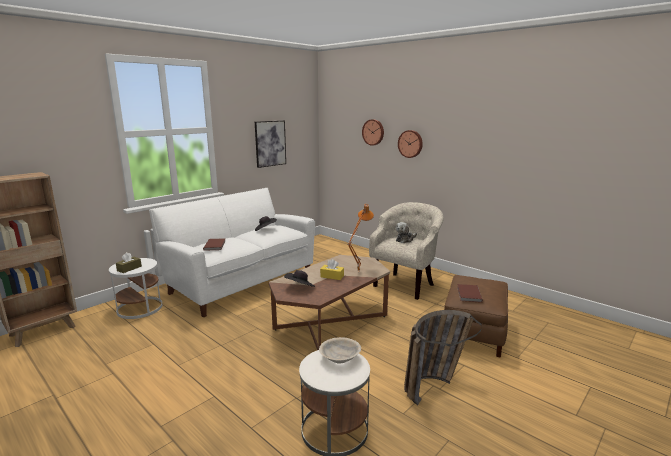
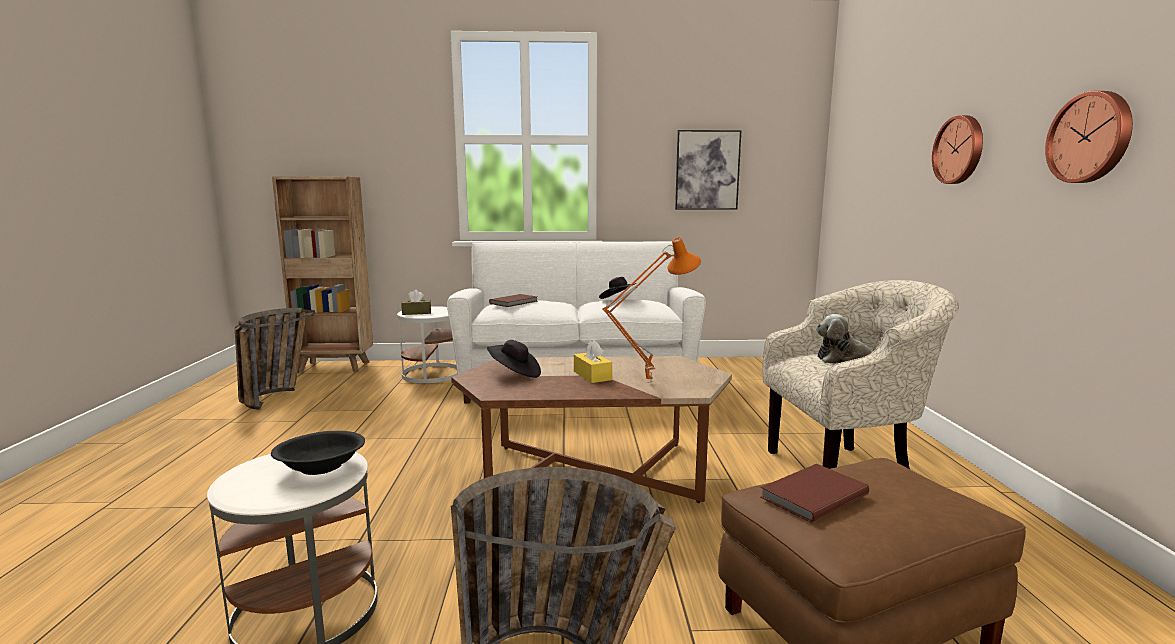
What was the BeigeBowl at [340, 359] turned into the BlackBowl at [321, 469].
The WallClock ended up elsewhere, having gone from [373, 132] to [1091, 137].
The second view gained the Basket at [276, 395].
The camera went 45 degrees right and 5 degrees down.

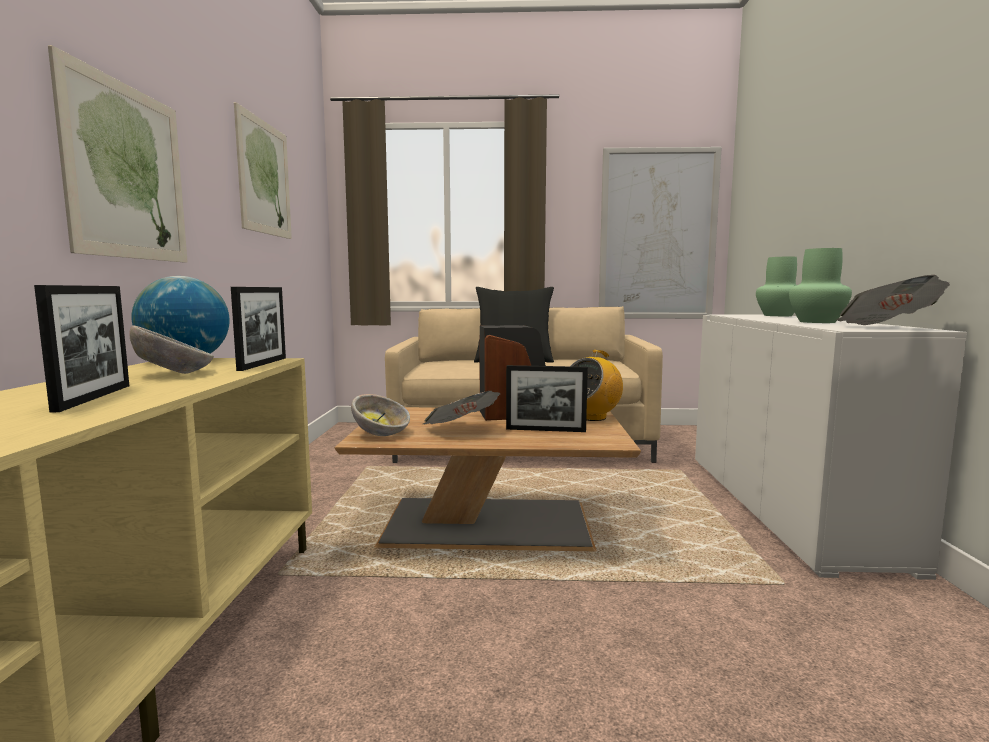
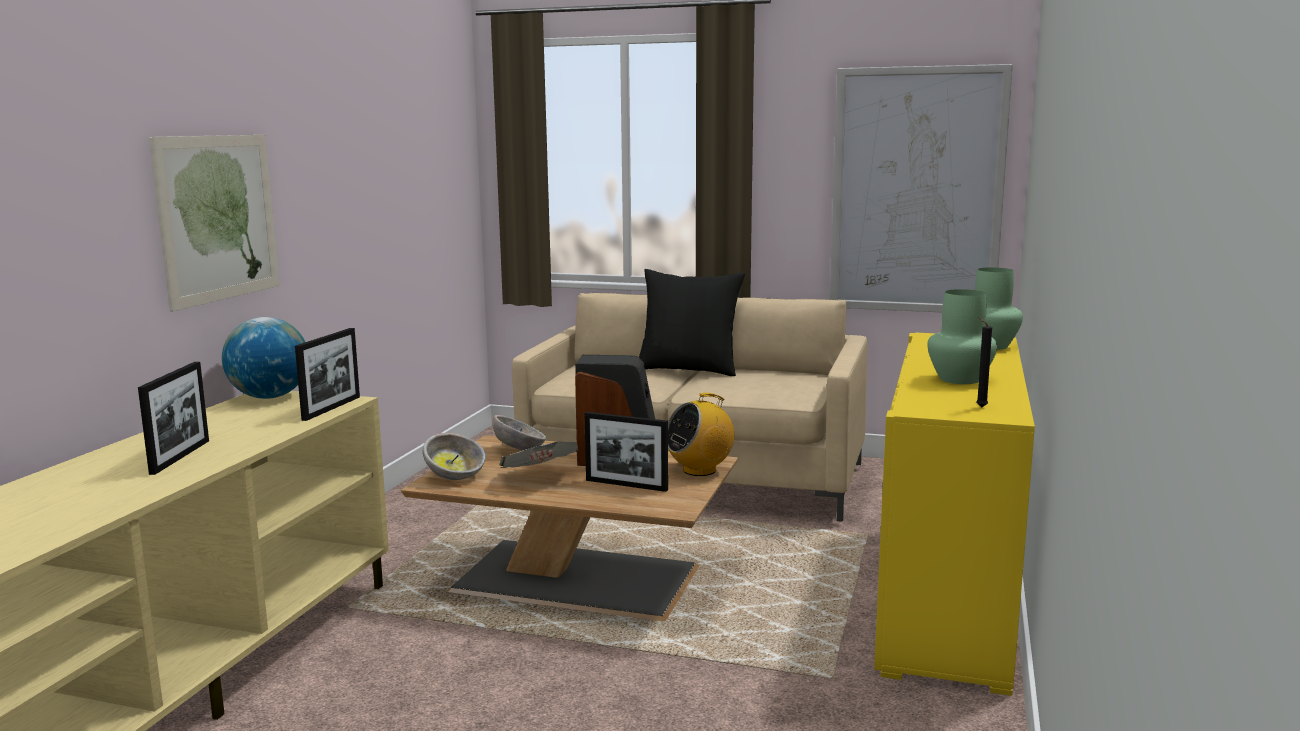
The Bowl ended up elsewhere, having gone from [175, 373] to [520, 450].
The second view lost the Picture at [264, 178].
What was the WhiteCabinet at [785, 506] turned into the YellowCabinet at [946, 596].
Where the Newspaper stood at [887, 327], the BlackCandle came to stand at [979, 407].
The camera went 15 degrees right and 5 degrees up.

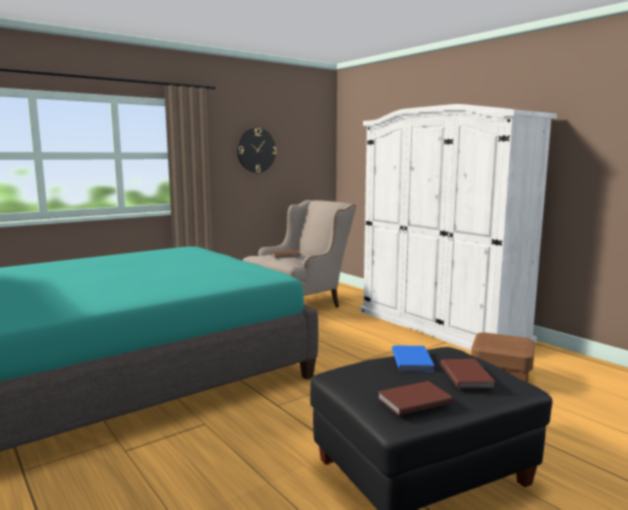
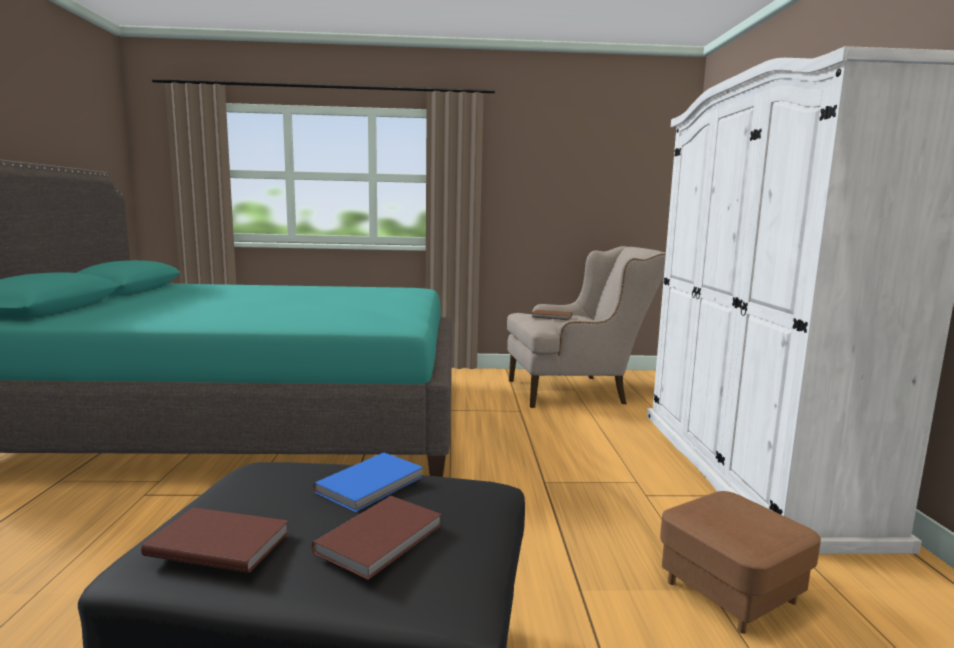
The second view lost the WallClock at [256, 150].
The camera went 35 degrees right and 0 degrees up.

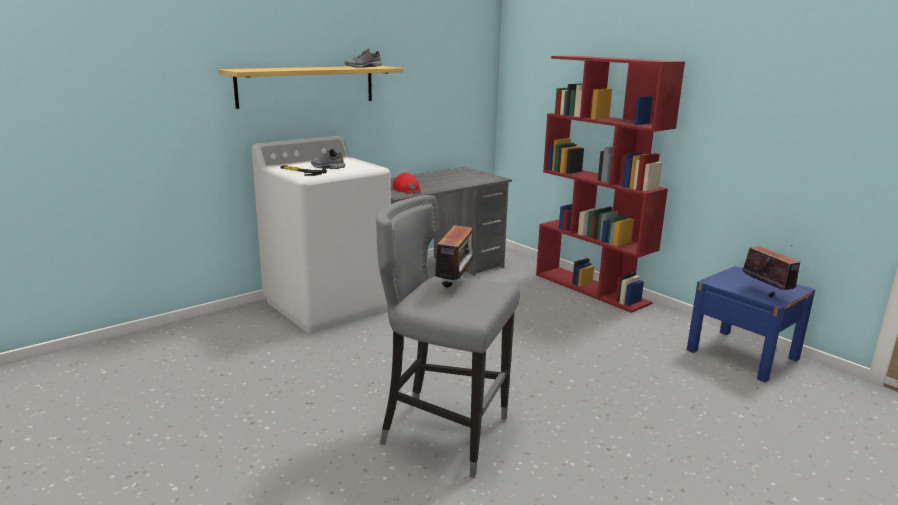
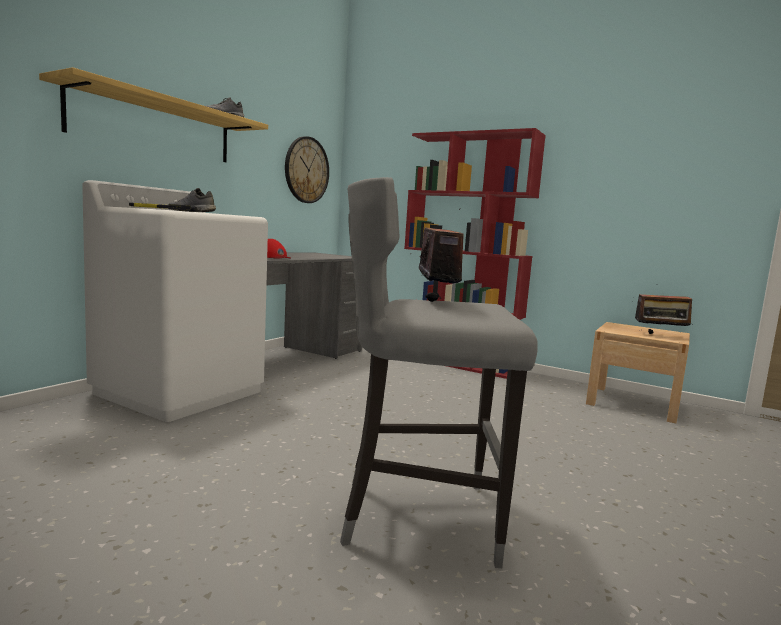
What was the BlueNightstand at [742, 354] turned into the BeigeNightstand at [633, 403].
The Radio at [766, 293] ended up facing another way, 150 degrees clockwise from before.
The second view gained the WallClock at [306, 170].
The camera went 20 degrees left and 10 degrees down.

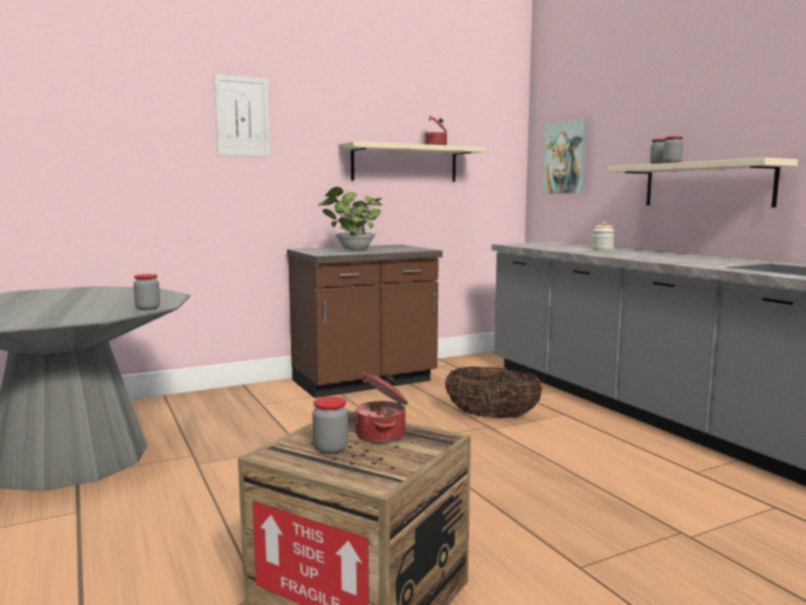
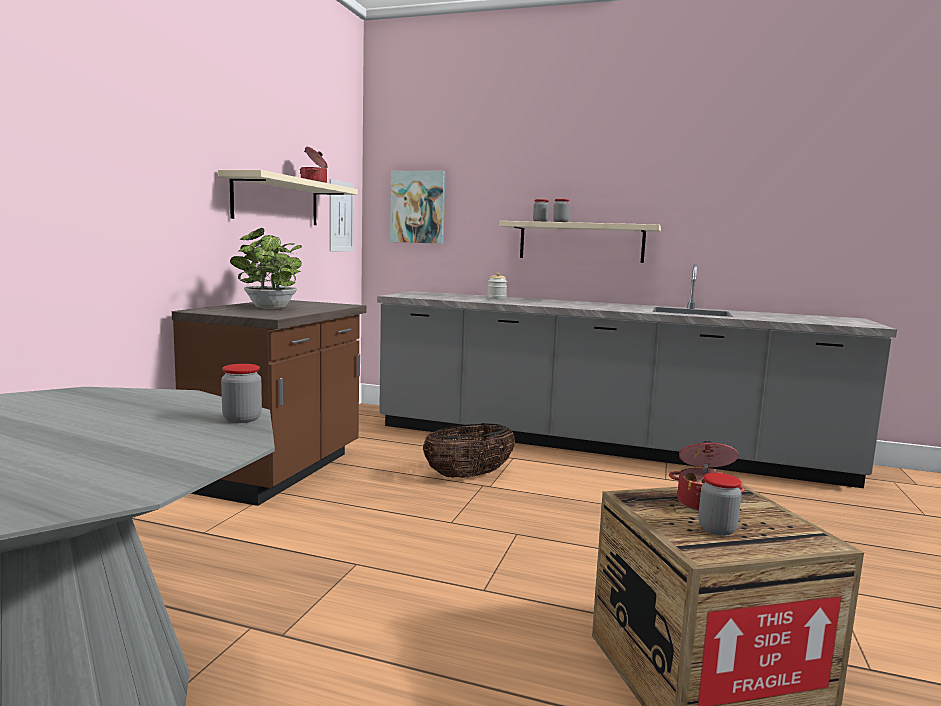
The Picture ended up elsewhere, having gone from [242, 116] to [341, 216].
The camera went 45 degrees left and 0 degrees up.

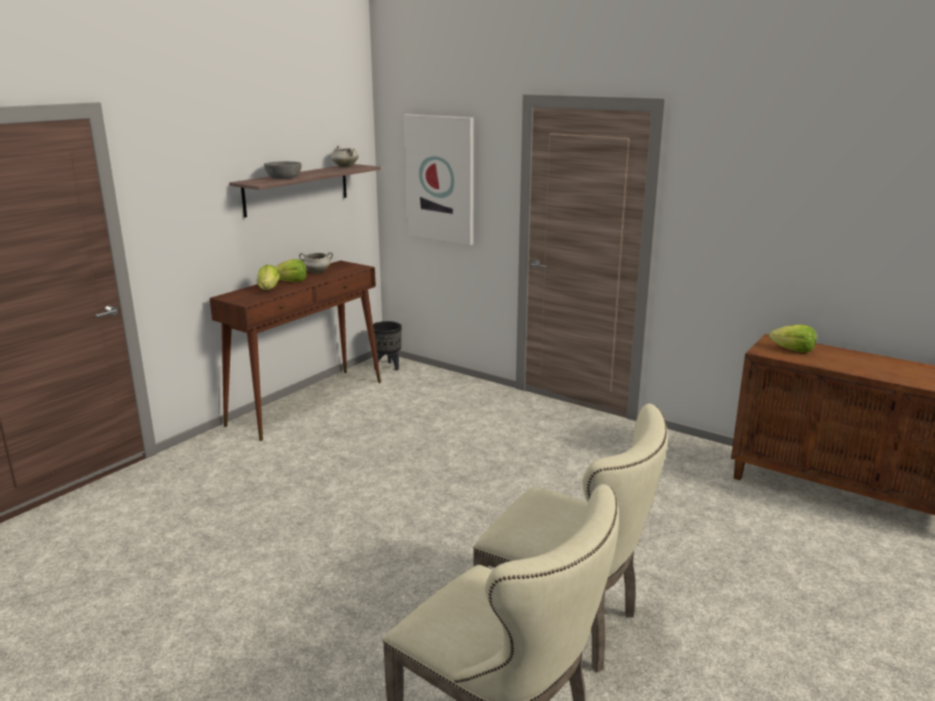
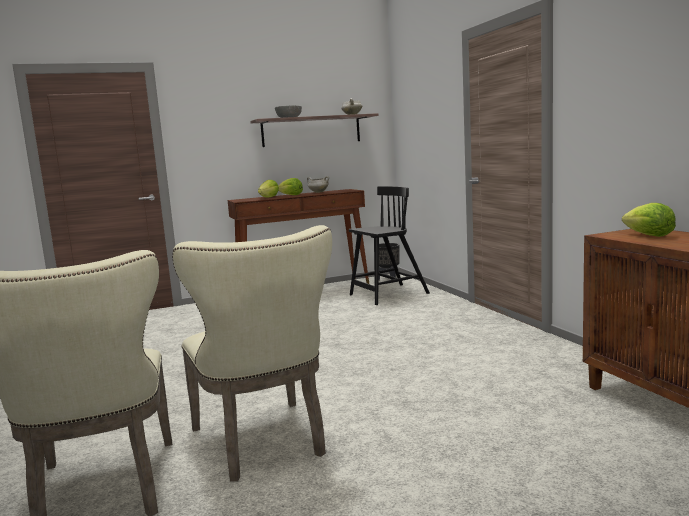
The second view lost the Picture at [440, 179].
The second view gained the BlackChair at [388, 294].
The camera went 35 degrees right and 10 degrees down.

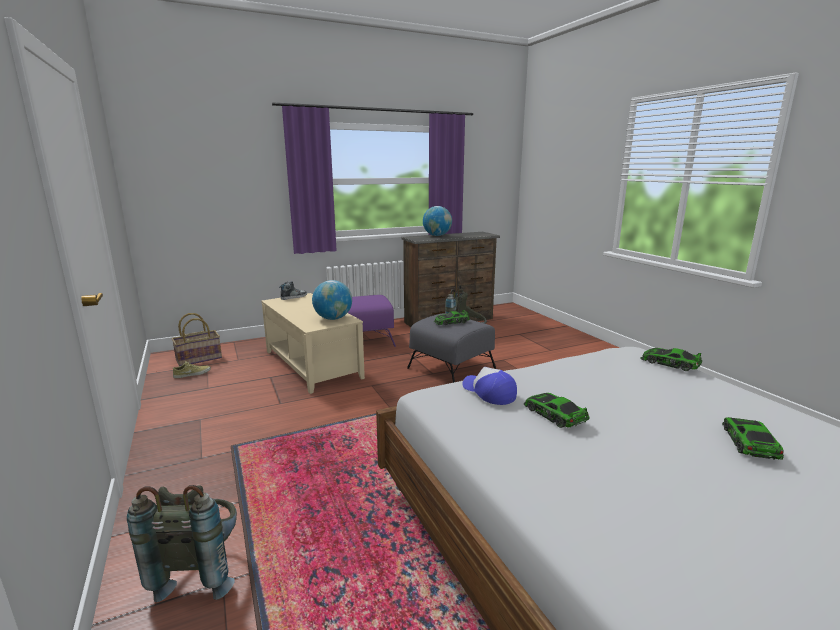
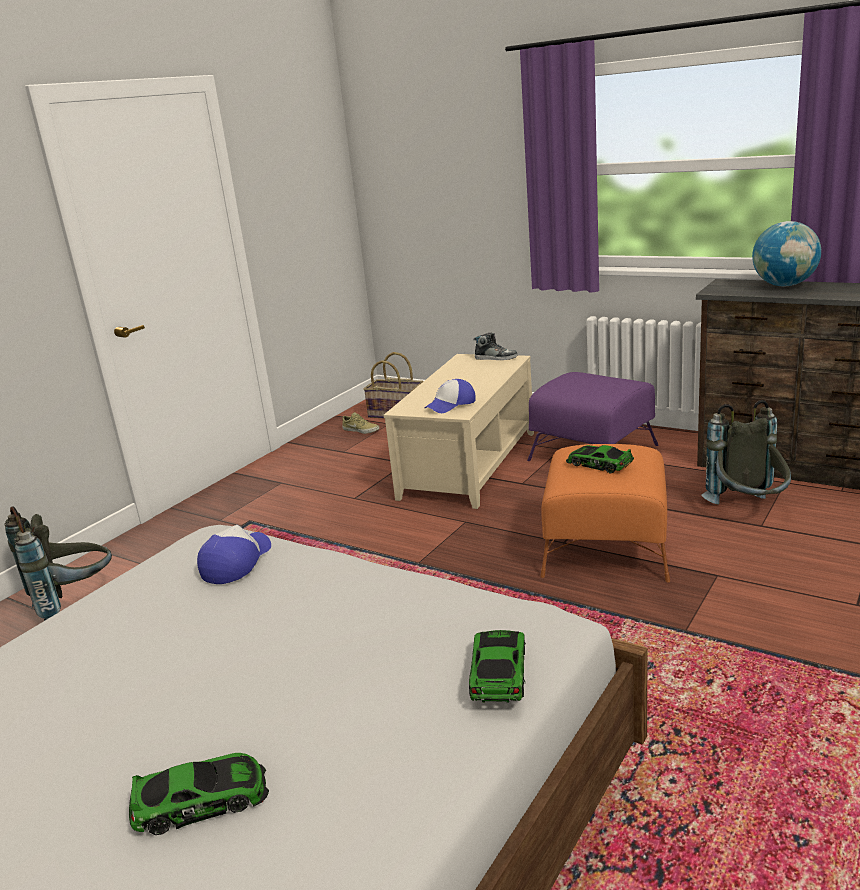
Where the Globe stood at [333, 318], the Cap came to stand at [451, 404].
What was the GreyOttoman at [451, 368] turned into the OrangeOttoman at [605, 548].
The second view lost the ToyCar at [554, 414].
The camera went 60 degrees right and 5 degrees up.

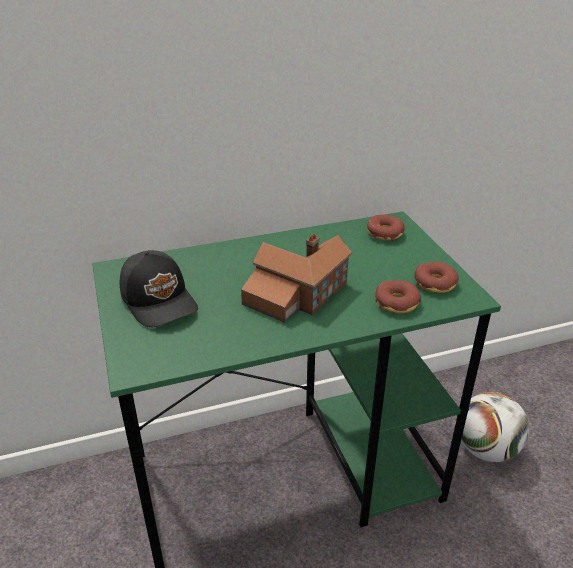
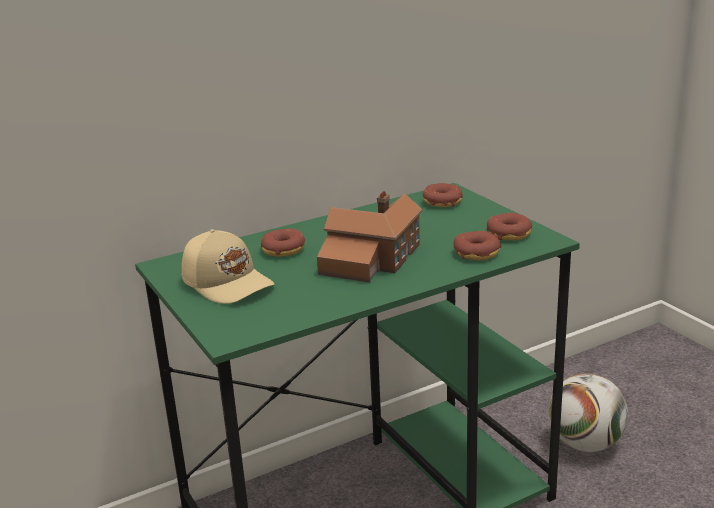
What was the BlackCap at [160, 300] turned into the BeigeCap at [228, 282].
The second view gained the Donut at [283, 250].
The camera went 10 degrees left and 10 degrees down.

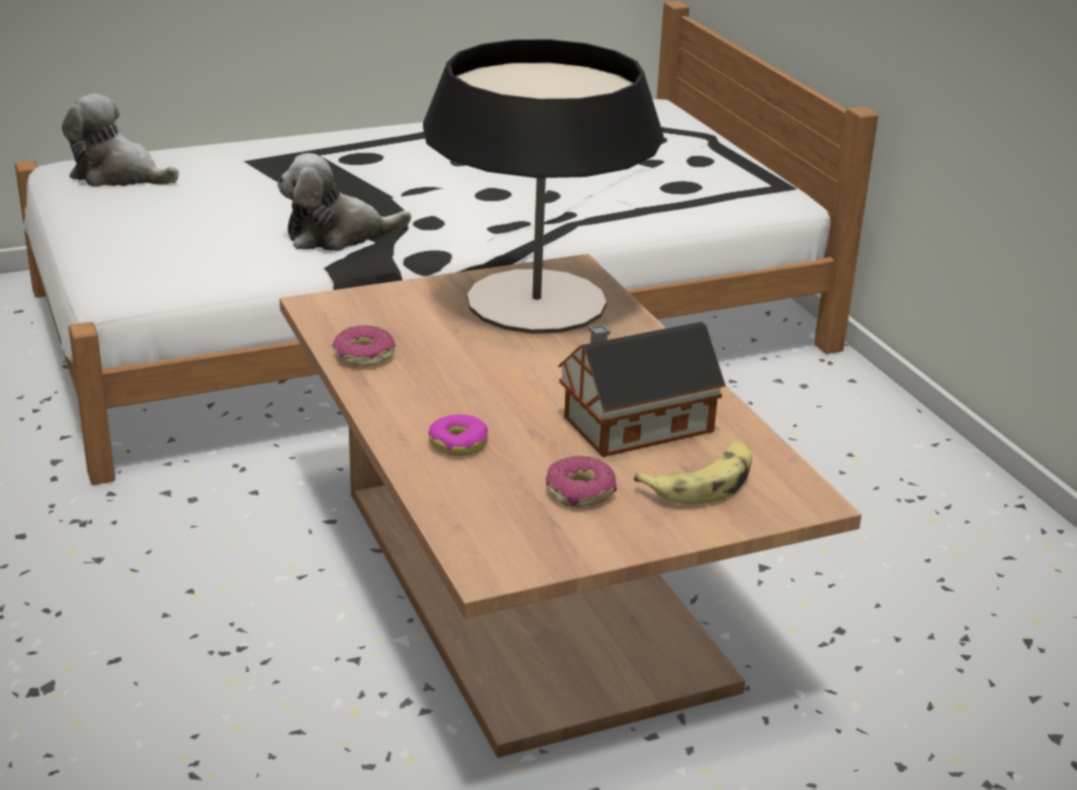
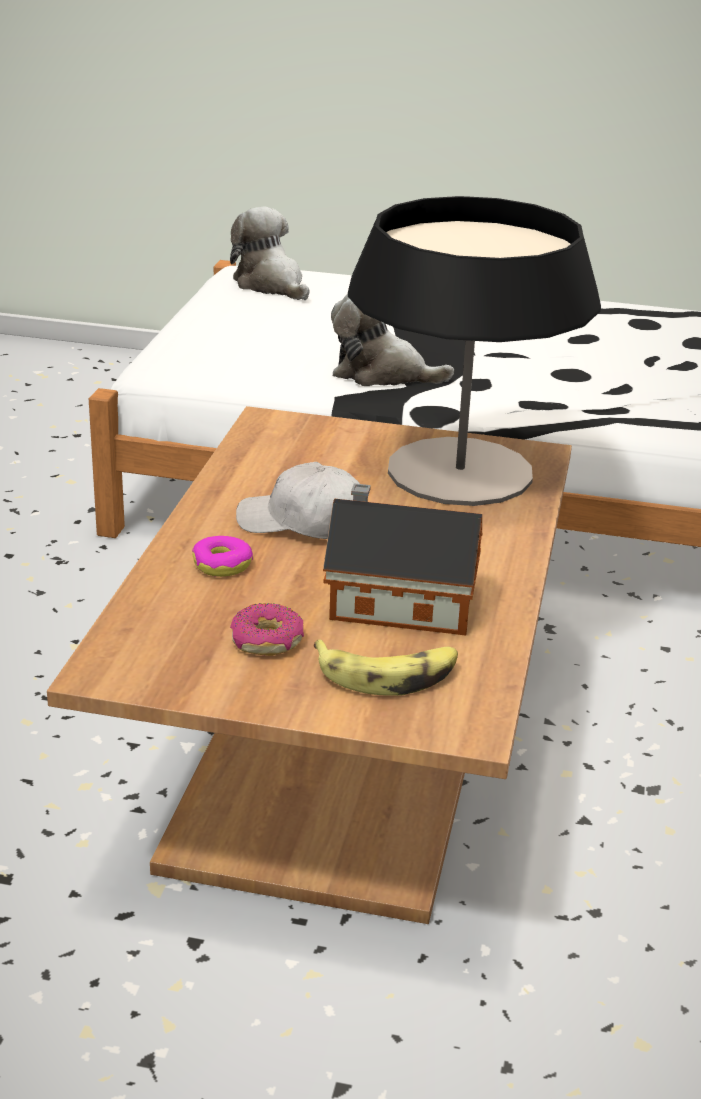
The second view lost the Donut at [363, 356].
The second view gained the WhiteCap at [303, 523].
The camera went 35 degrees right and 0 degrees up.

